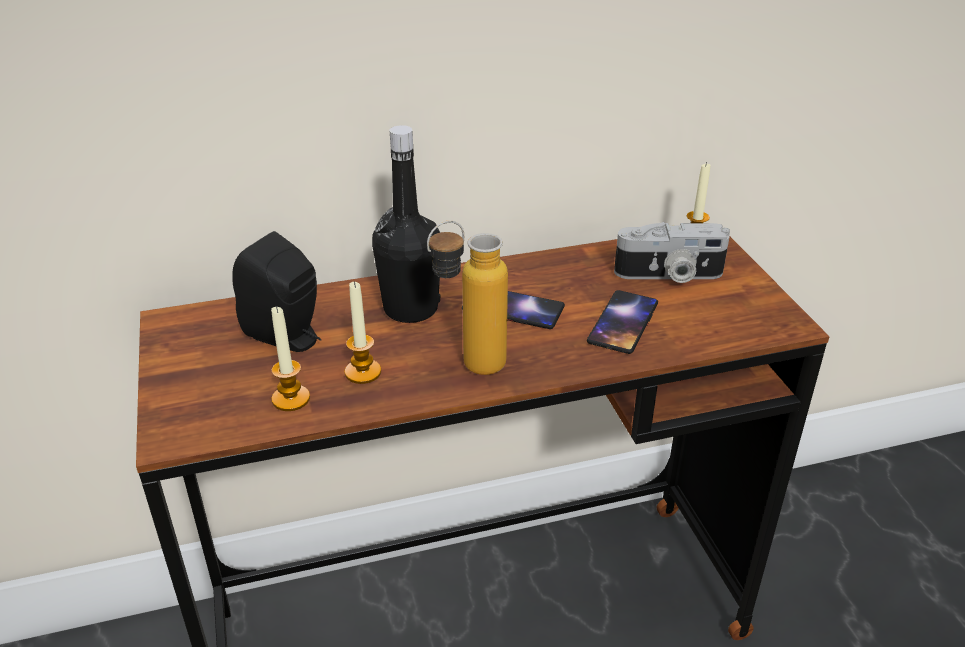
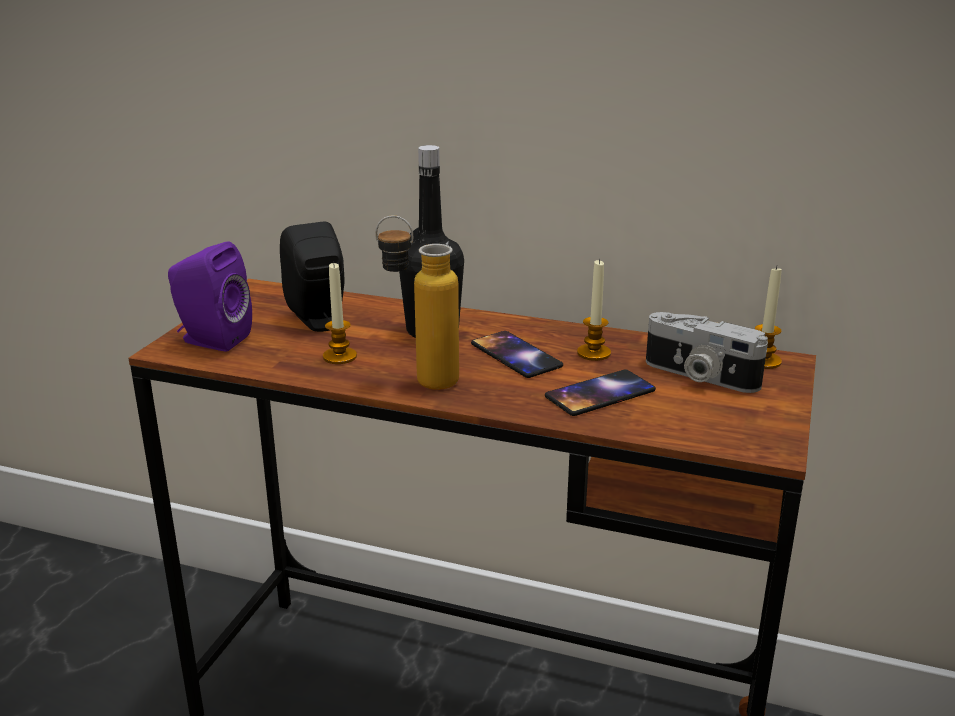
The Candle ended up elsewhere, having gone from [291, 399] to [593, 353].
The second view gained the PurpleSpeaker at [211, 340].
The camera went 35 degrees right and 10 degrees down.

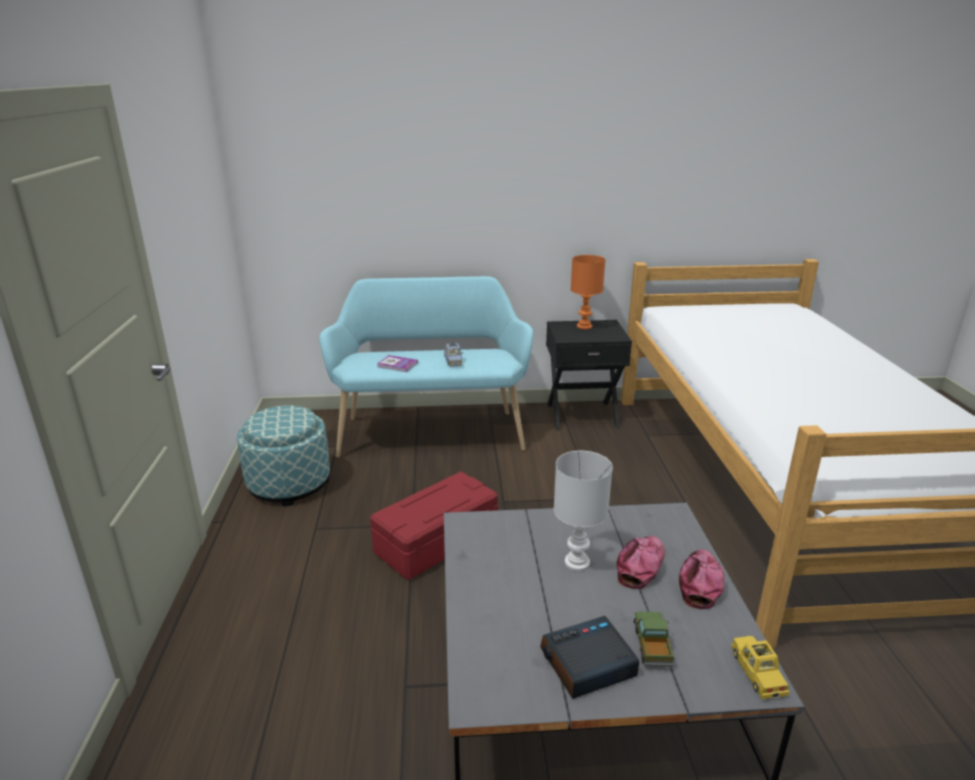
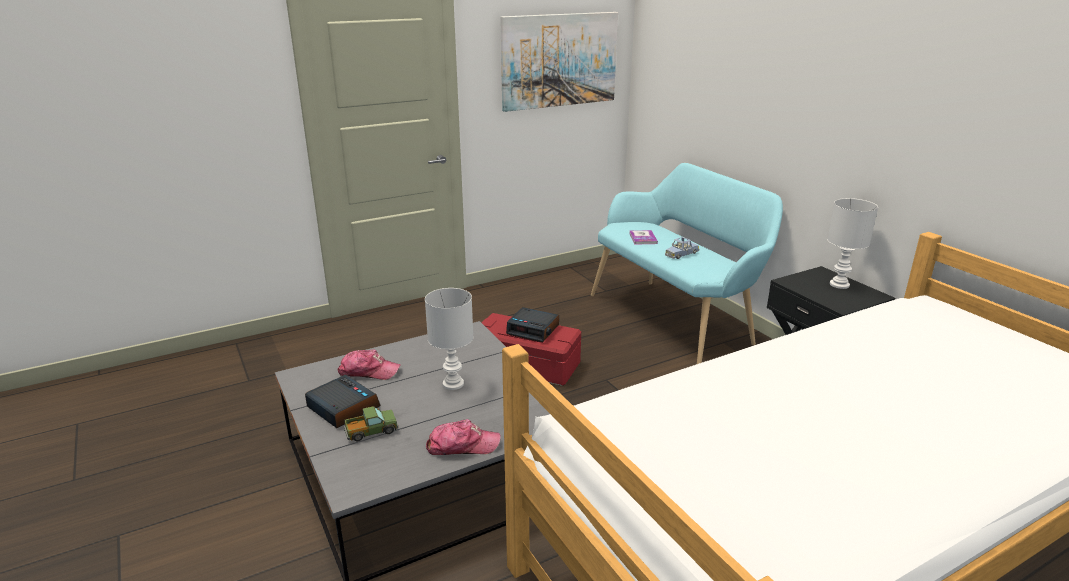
The second view lost the Ottoman at [289, 484].
What was the OrangeTableLamp at [584, 326] turned into the WhiteTableLamp at [840, 285].
The Cap ended up elsewhere, having gone from [640, 565] to [368, 371].
The second view lost the YellowToyCar at [756, 672].
The second view gained the Picture at [559, 60].
The second view gained the AlarmClock at [533, 330].
The camera went 65 degrees right and 0 degrees up.

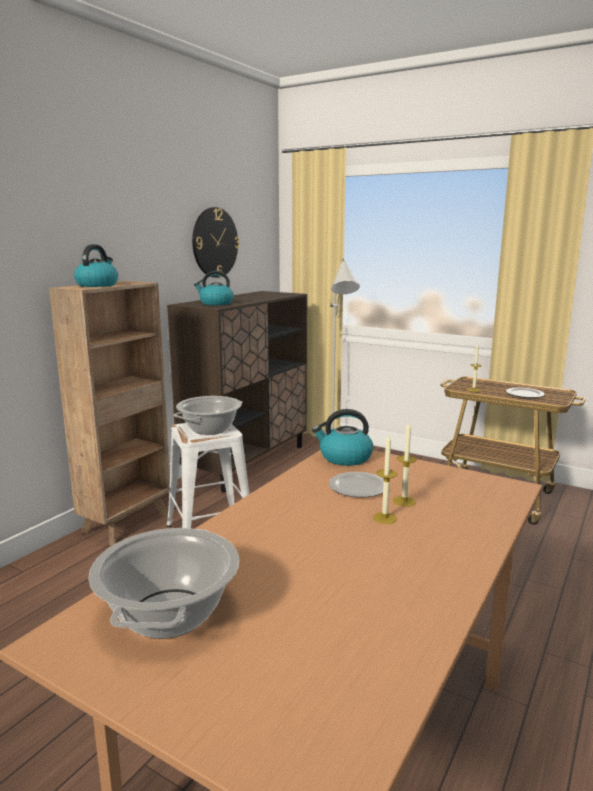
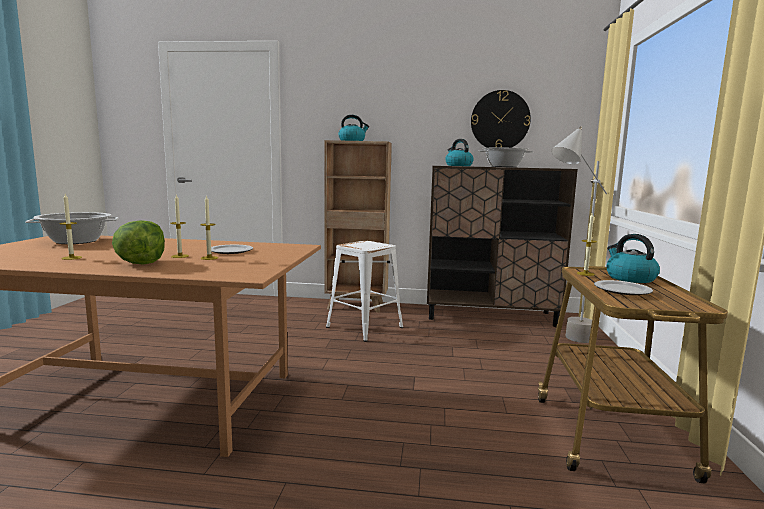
The CookingPot ended up elsewhere, having gone from [210, 429] to [503, 167].
The Kettle ended up elsewhere, having gone from [344, 458] to [629, 278].
The second view gained the Candle at [71, 258].
The second view gained the Lettuce at [141, 263].
The camera went 65 degrees right and 5 degrees down.

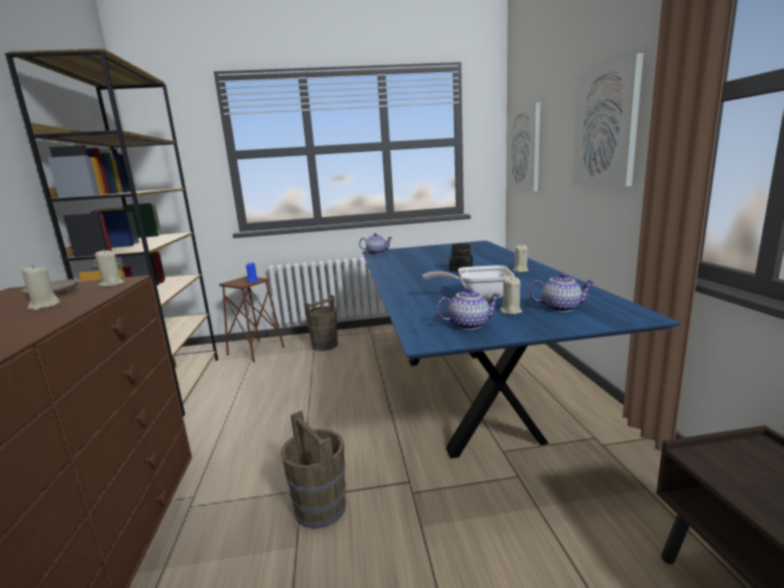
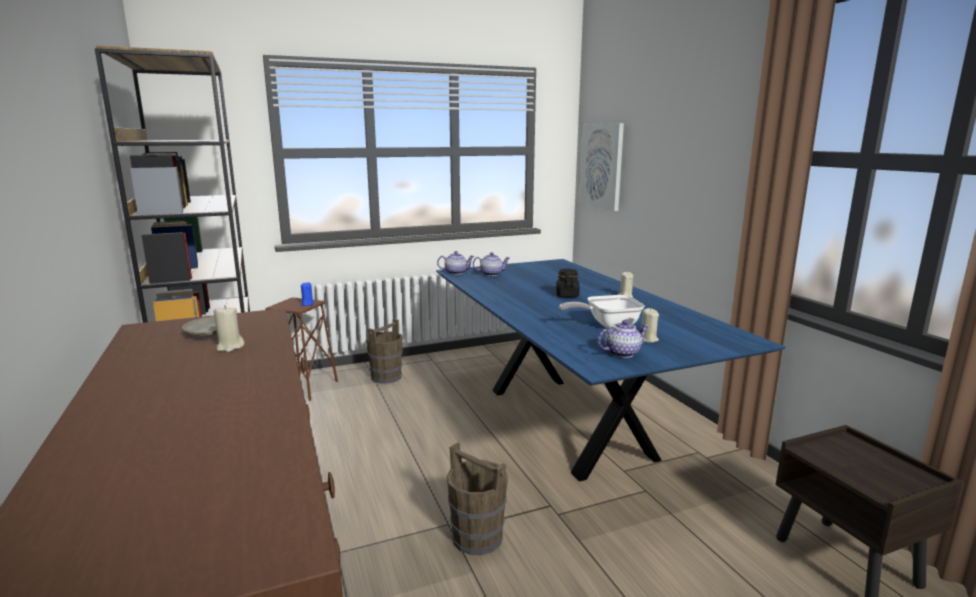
The second view lost the BeigeCandle at [111, 284].
The Teapot ended up elsewhere, having gone from [561, 308] to [491, 274].
The second view lost the Picture at [605, 127].
The camera went 15 degrees left and 0 degrees up.

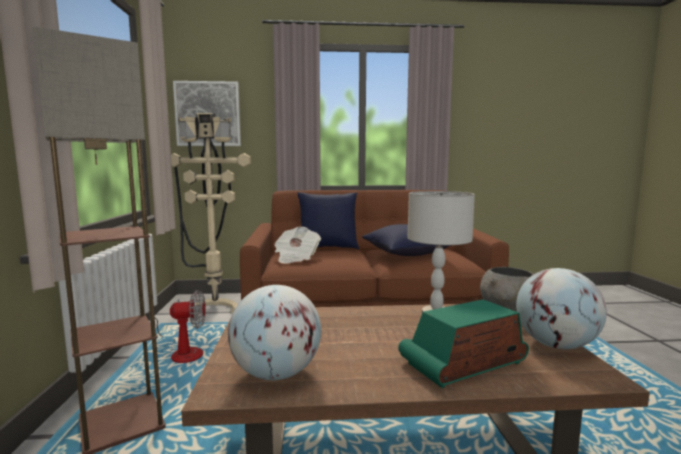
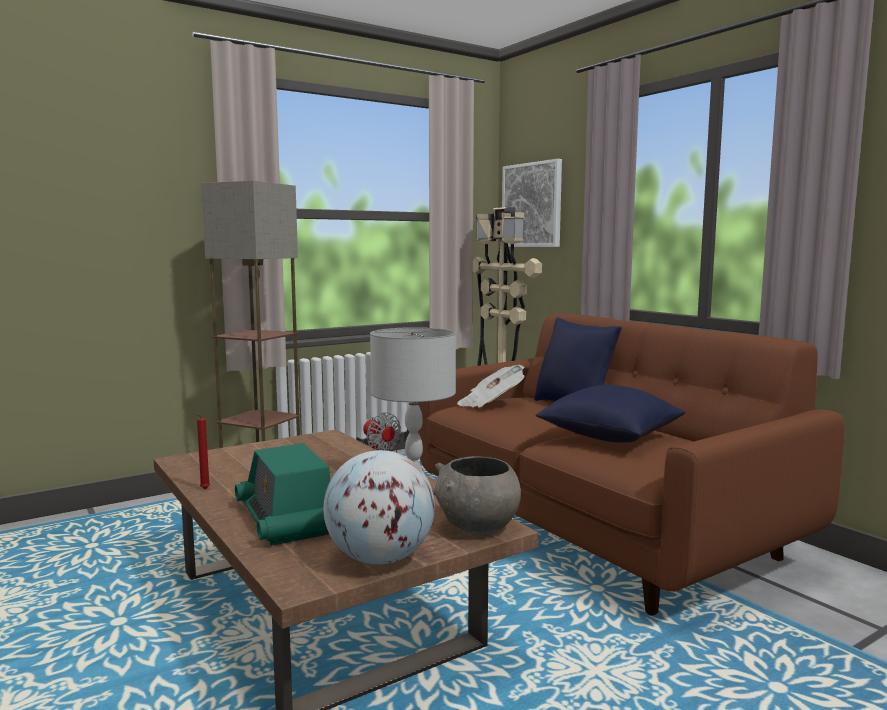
The second view lost the Globe at [276, 374].
The Radio at [463, 363] ended up facing another way, 150 degrees counterclockwise from before.
The second view gained the RedCandle at [203, 489].
The camera went 60 degrees right and 0 degrees up.

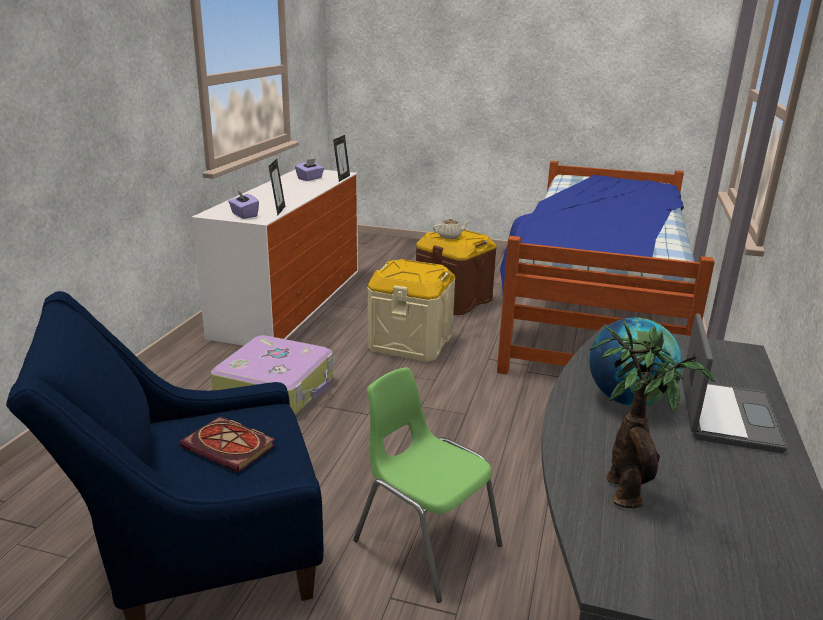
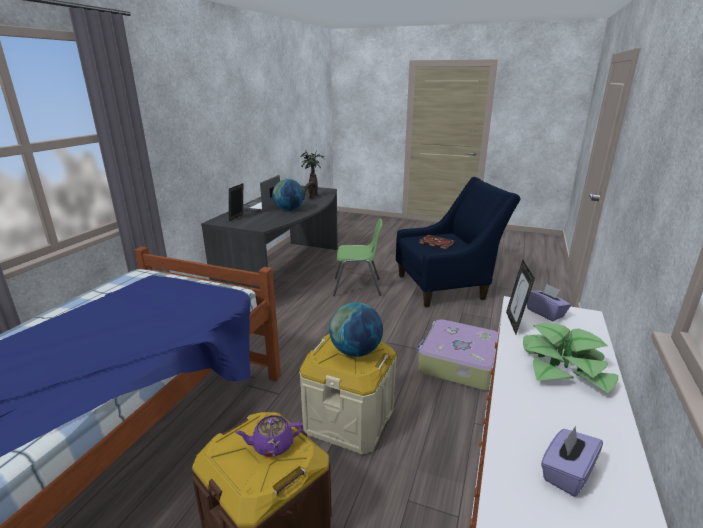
The PictureFrame ended up elsewhere, having gone from [342, 178] to [237, 218].
The GreenChair at [425, 542] ended up facing another way, 45 degrees counterclockwise from before.
What was the BeigeTeapot at [450, 236] turned into the PurpleTeapot at [272, 445].
The second view gained the Globe at [355, 351].
The second view gained the PottedPlant at [564, 368].
The camera went 175 degrees left and 0 degrees up.

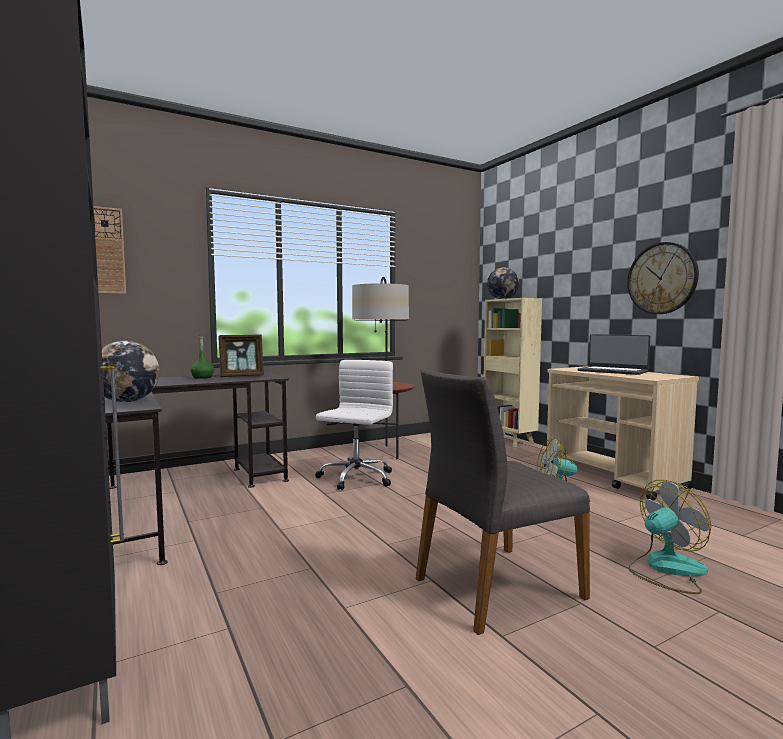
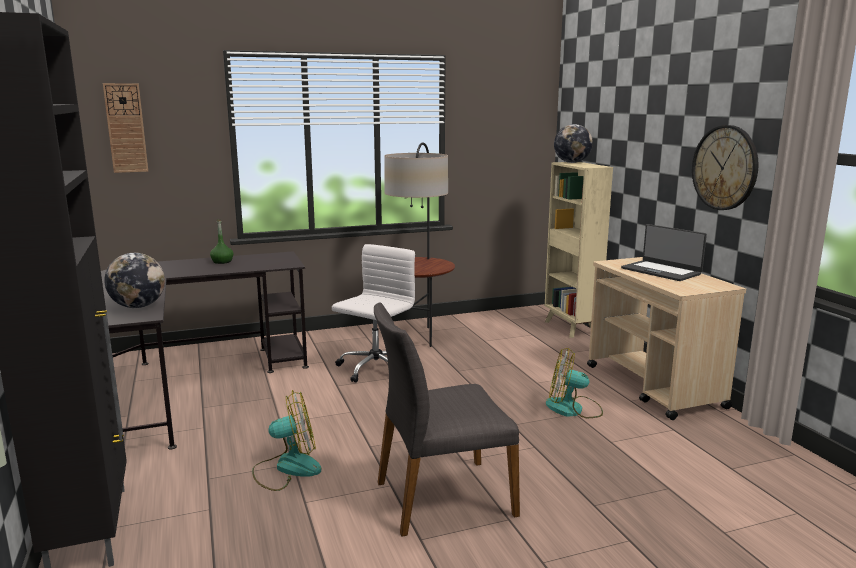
The second view lost the PictureFrame at [242, 376].
The Fan ended up elsewhere, having gone from [666, 569] to [287, 468].
The camera went 10 degrees right and 10 degrees up.

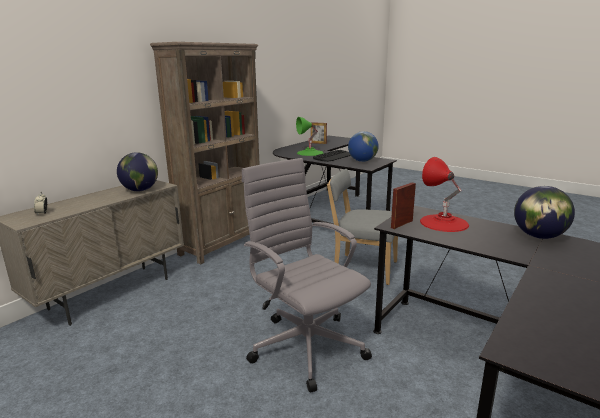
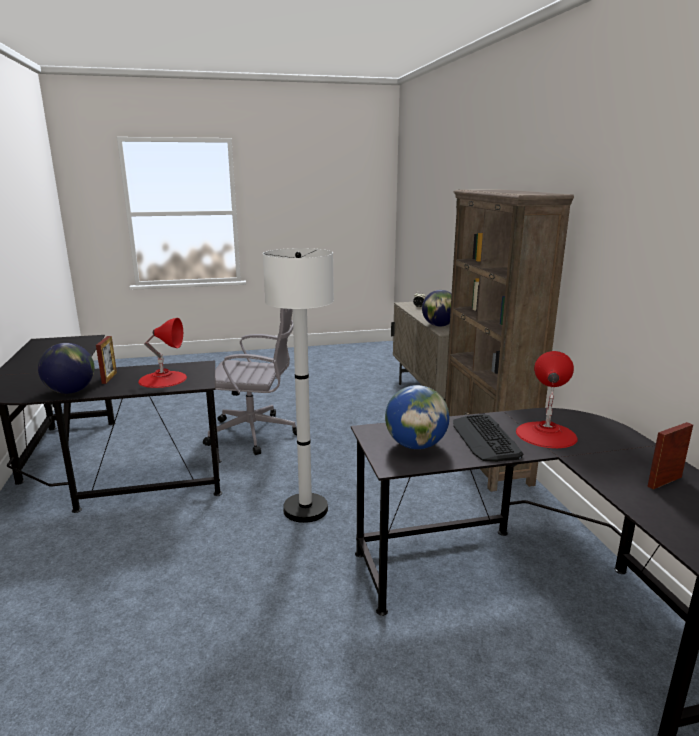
What was the GreenTableLamp at [310, 153] turned into the RedTableLamp at [546, 434].
Where the GreyChair stood at [362, 268], the WhiteFloorLamp came to stand at [305, 509].
The PictureFrame ended up elsewhere, having gone from [401, 224] to [109, 378].
The camera went 130 degrees right and 0 degrees up.

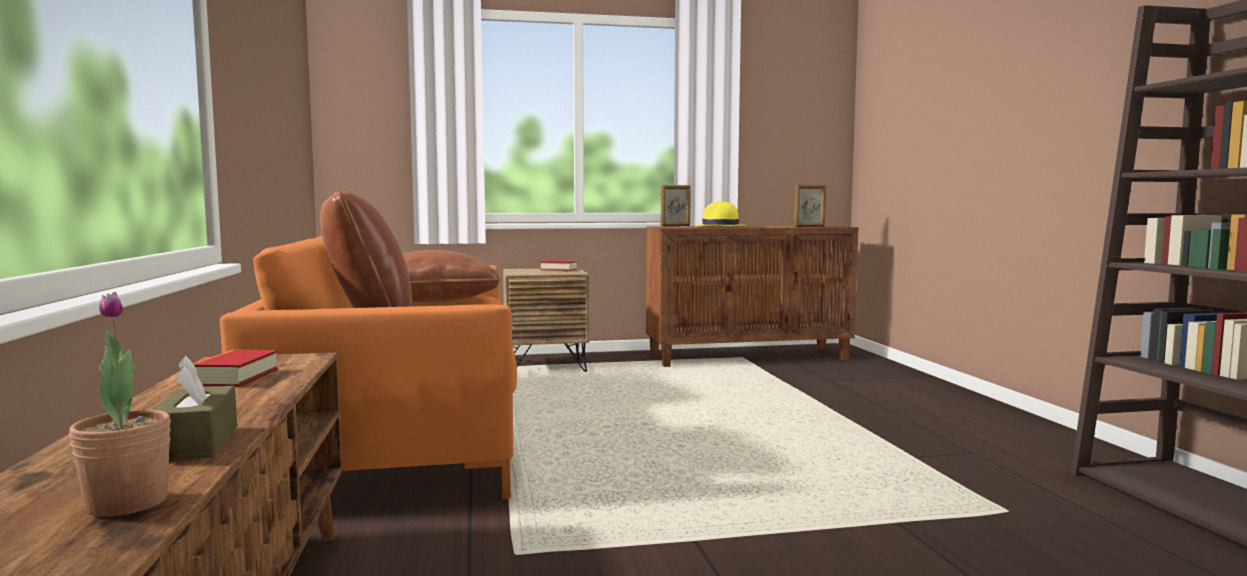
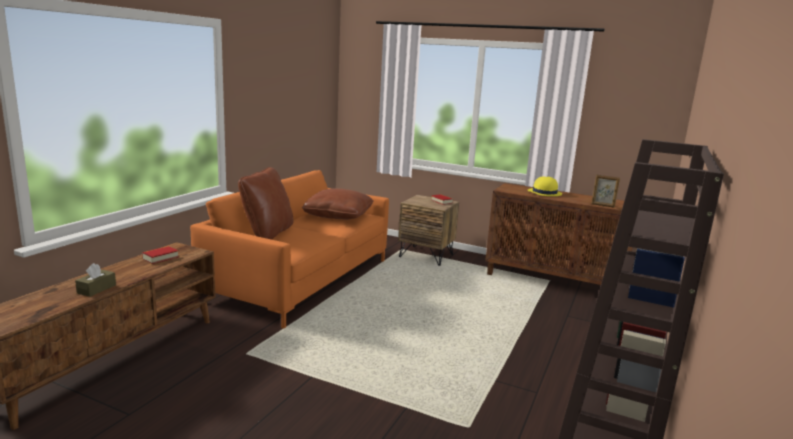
The second view lost the PottedPlant at [127, 503].
The second view lost the PictureFrame at [675, 226].
The camera went 35 degrees right and 10 degrees up.

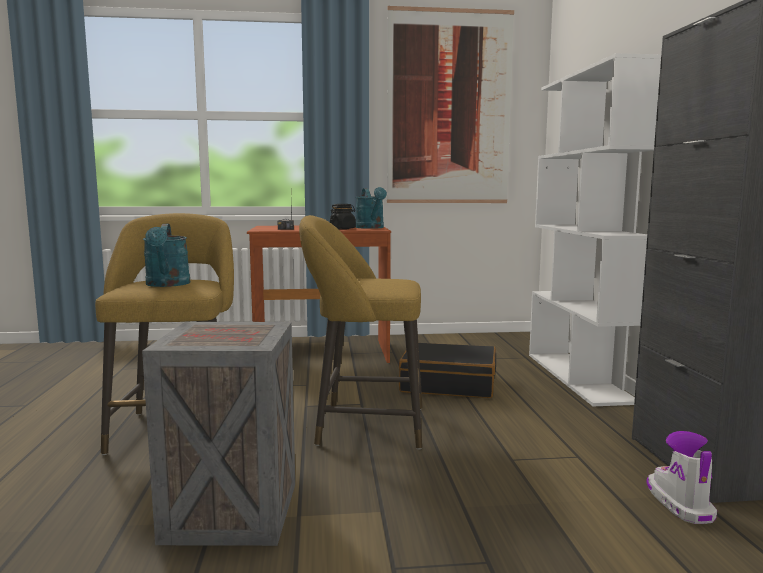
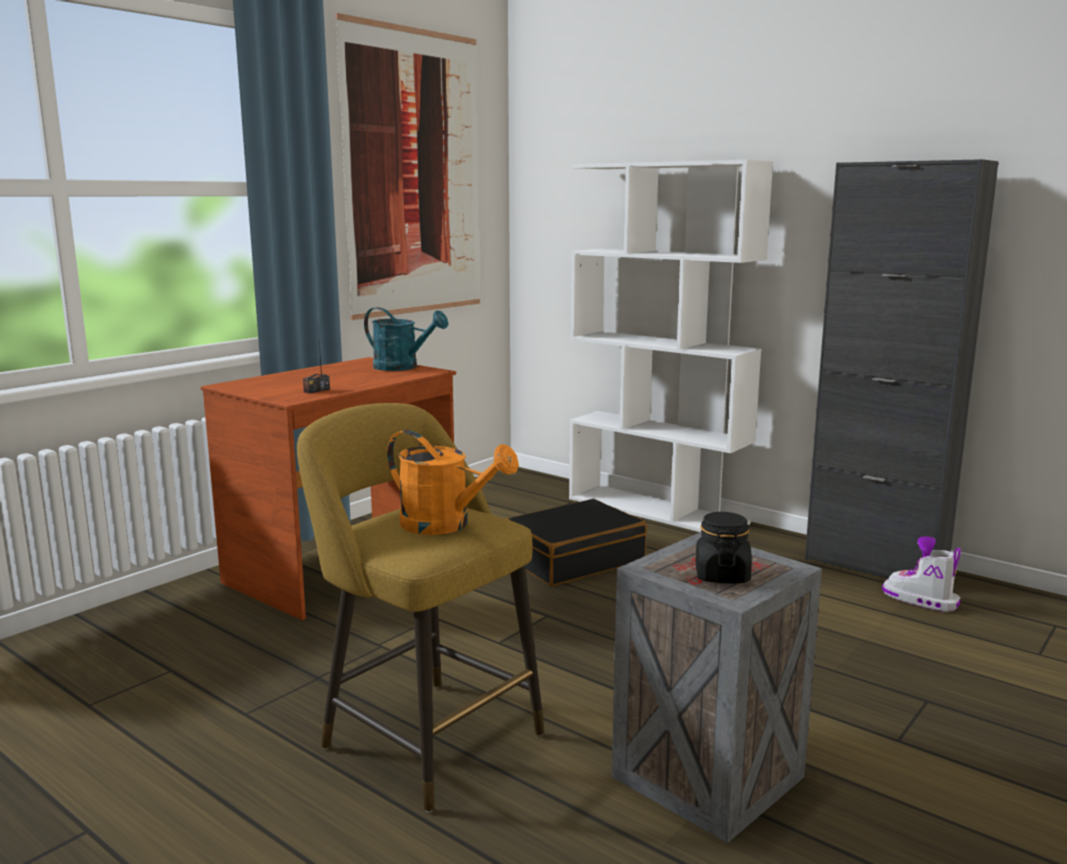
What was the TurquoiseWateringCan at [167, 284] turned into the OrangeWateringCan at [446, 525].
The second view lost the YellowStool at [363, 425].
The BlackJar ended up elsewhere, having gone from [342, 229] to [721, 575].
The camera went 45 degrees left and 5 degrees up.

